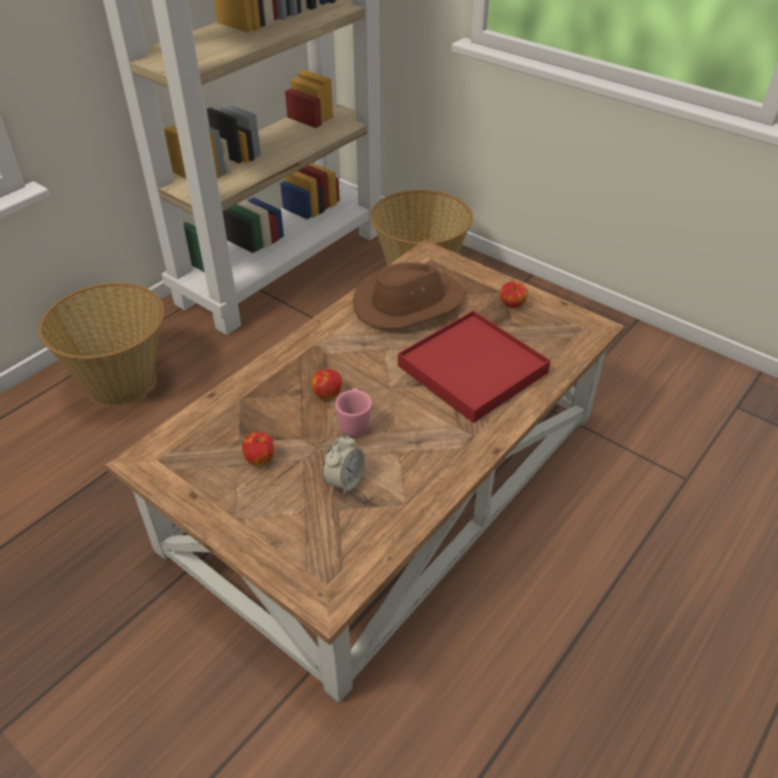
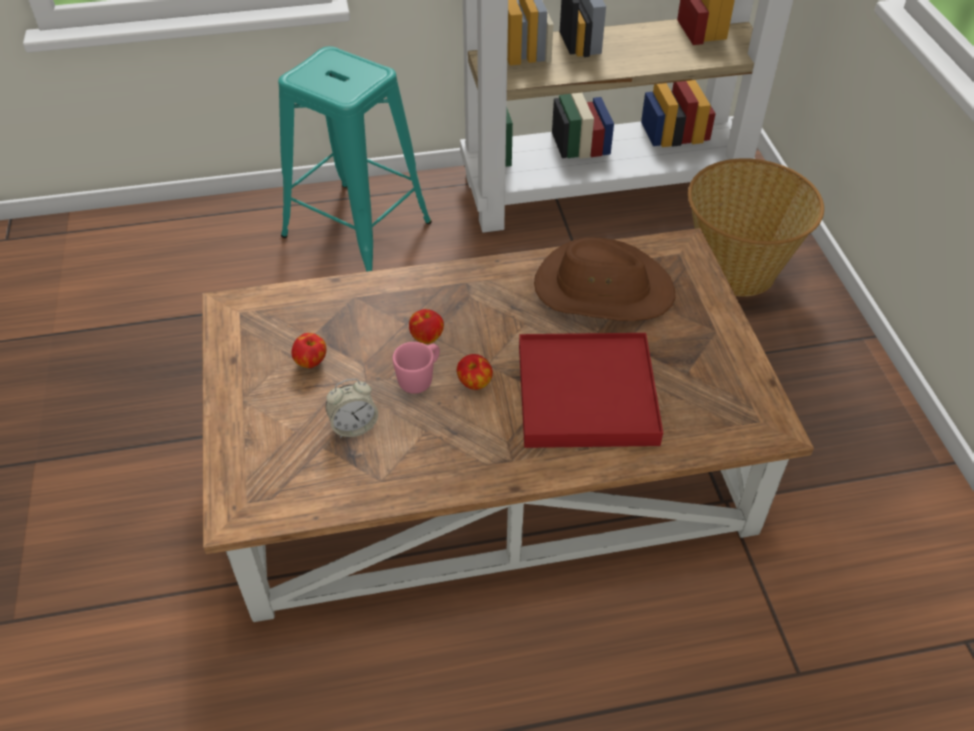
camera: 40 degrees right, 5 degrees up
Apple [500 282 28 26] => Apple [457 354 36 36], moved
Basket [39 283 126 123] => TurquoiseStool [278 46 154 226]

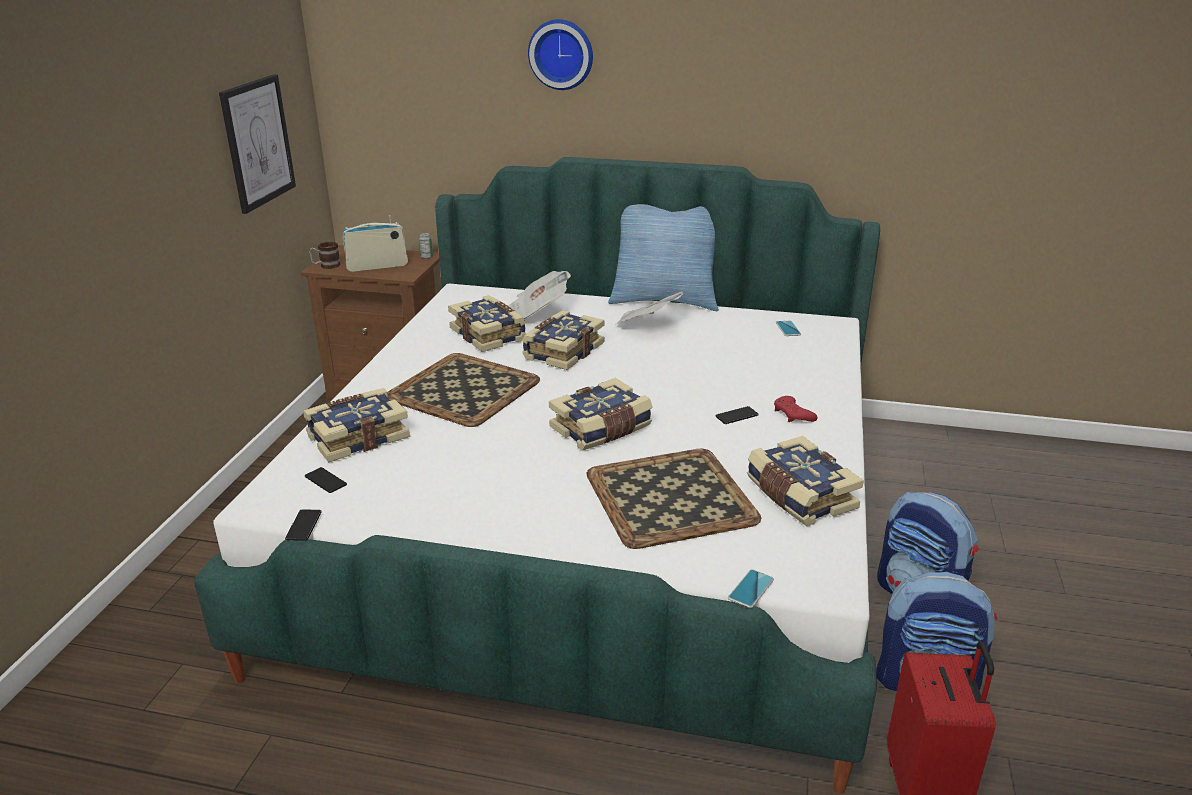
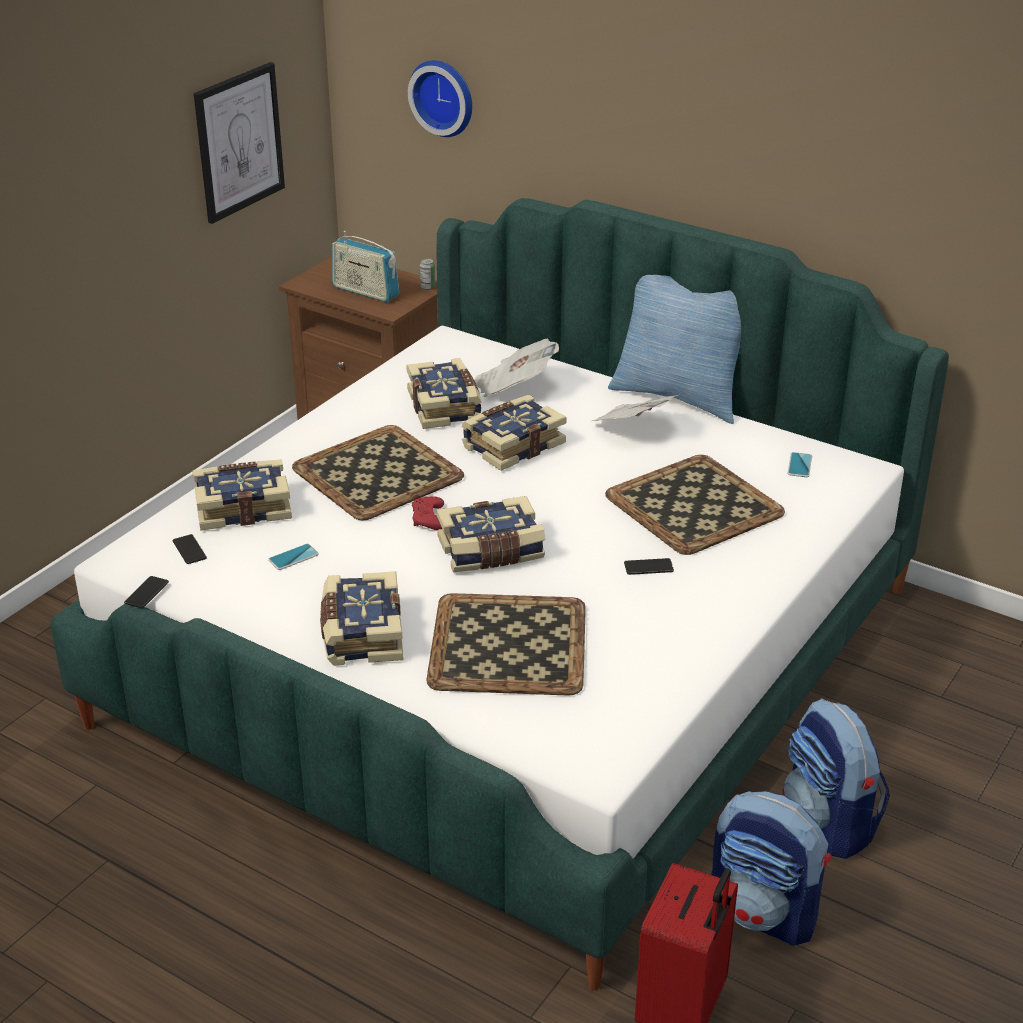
camera: 20 degrees right, 5 degrees up
Mug [309 242 32 27] => nothing
nothing => Tray [605 455 180 100]
WallClock [528 19 65 71] => WallClock [408 60 64 77], moved
Phone [728 569 46 39] => Phone [268 544 51 26], moved
Book [747 436 117 90] => Book [320 571 84 95], moved
RedGameController [774 396 44 26] => RedGameController [412 496 32 35], moved
Radio [343 215 65 57] => Radio [331 231 68 71], 150 degrees counterclockwise

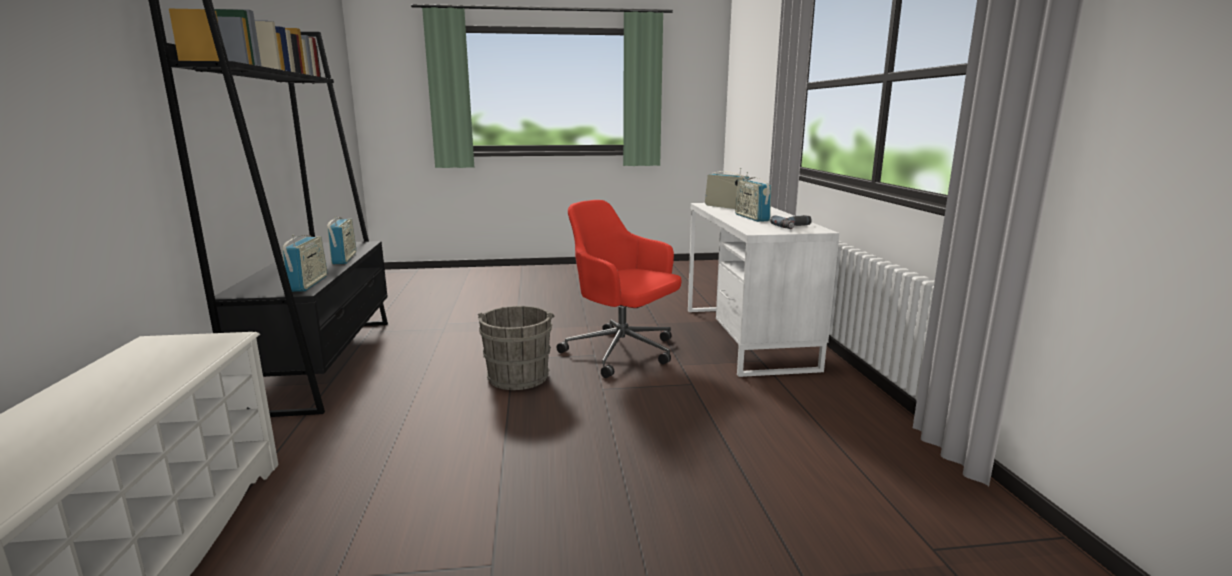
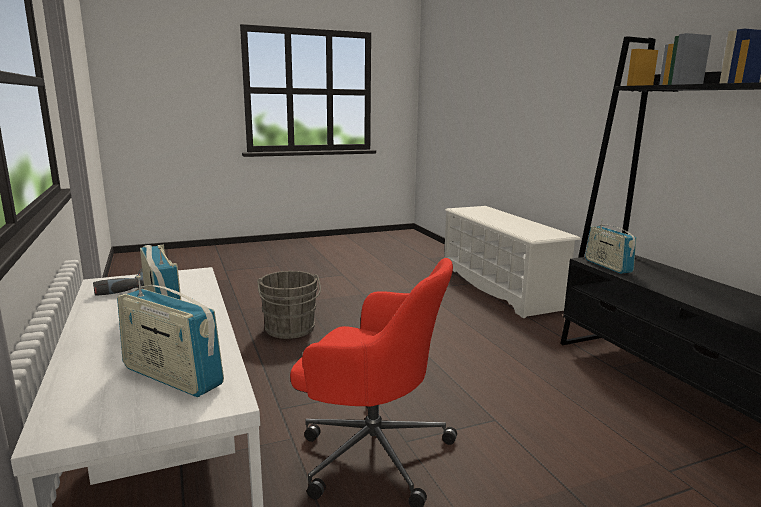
camera: 165 degrees right, 0 degrees up
Radio [327 216 29 48] => nothing
GreyBucket [478 306 76 84] => GreyBucket [257 271 64 68], moved

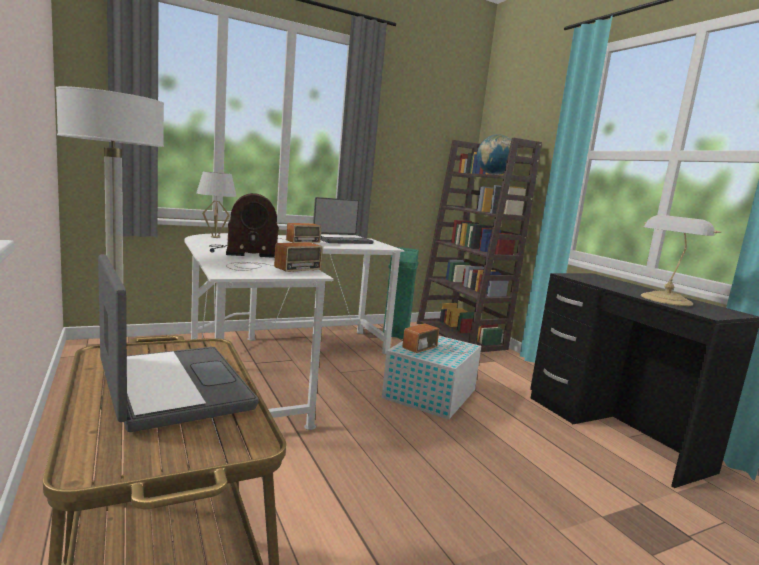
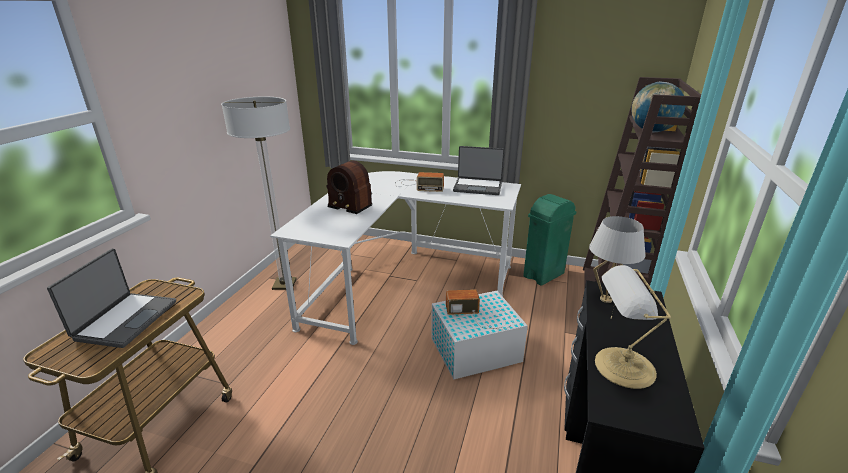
camera: 45 degrees right, 15 degrees up
Radio [226 242 97 30] => nothing
WhiteTableLamp [197 171 40 67] => WhiteTableLamp [589 216 56 87], moved

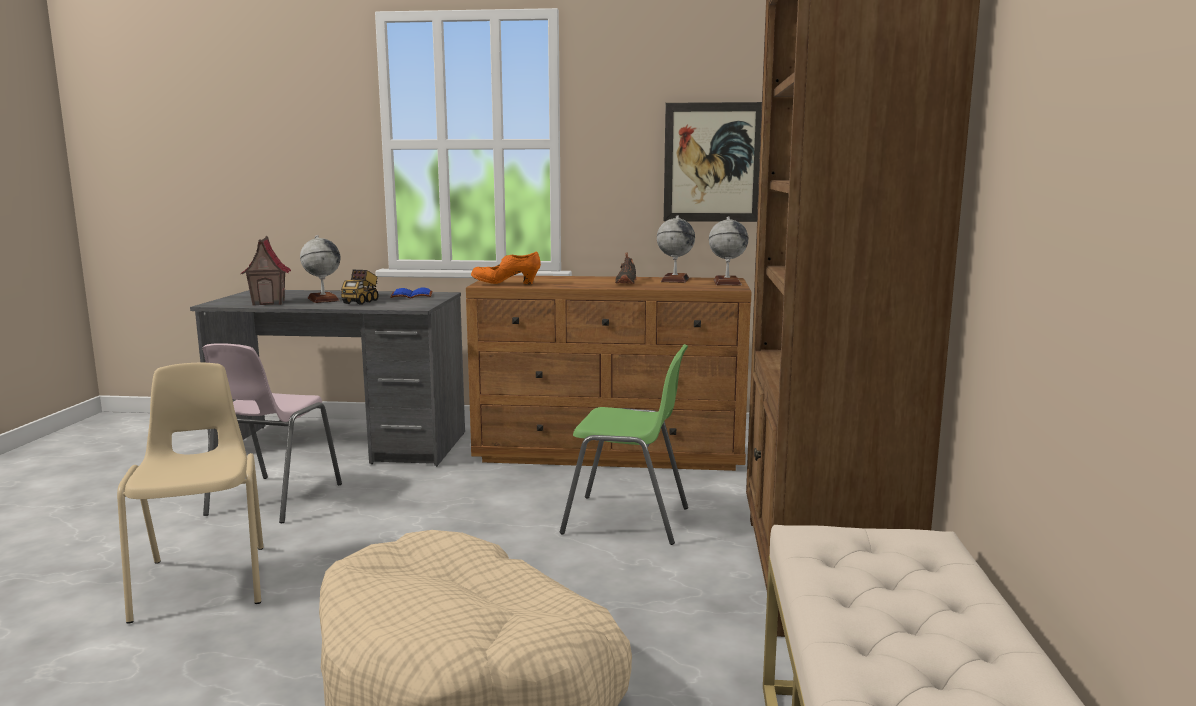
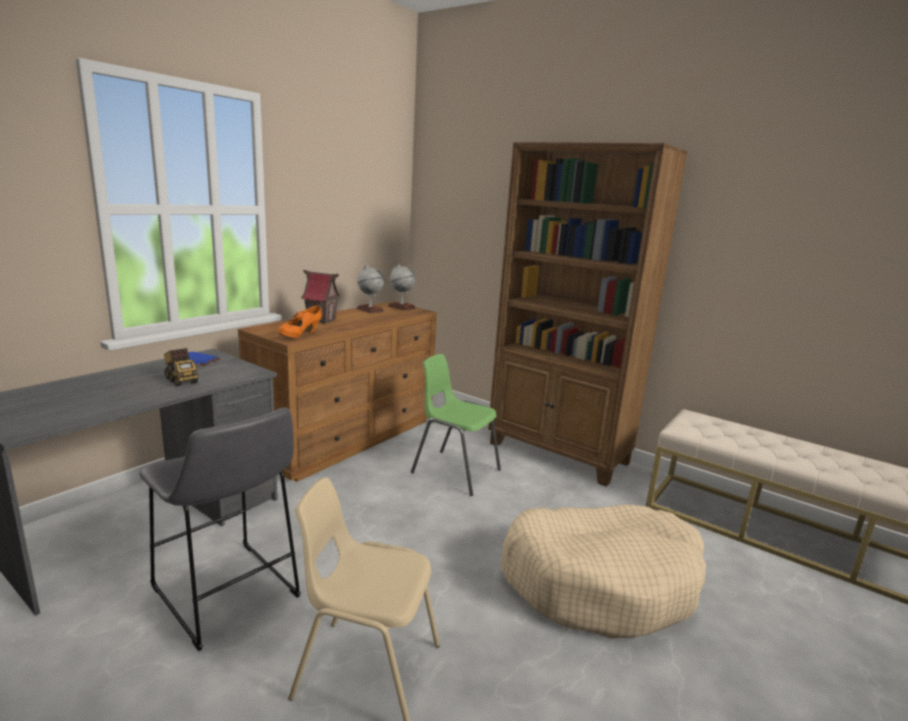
camera: 60 degrees left, 5 degrees up
Globe [300 235 41 68] => nothing
BlackShoe [615 252 21 32] => nothing
Picture [664 102 98 120] => nothing
ToyHouse [241 236 50 70] => ToyHouse [301 270 39 54], moved
PinkChair [202 343 140 180] => GreyStool [139 408 162 243]
GreenChair [560 344 128 201] => GreenChair [411 354 90 142], 105 degrees counterclockwise

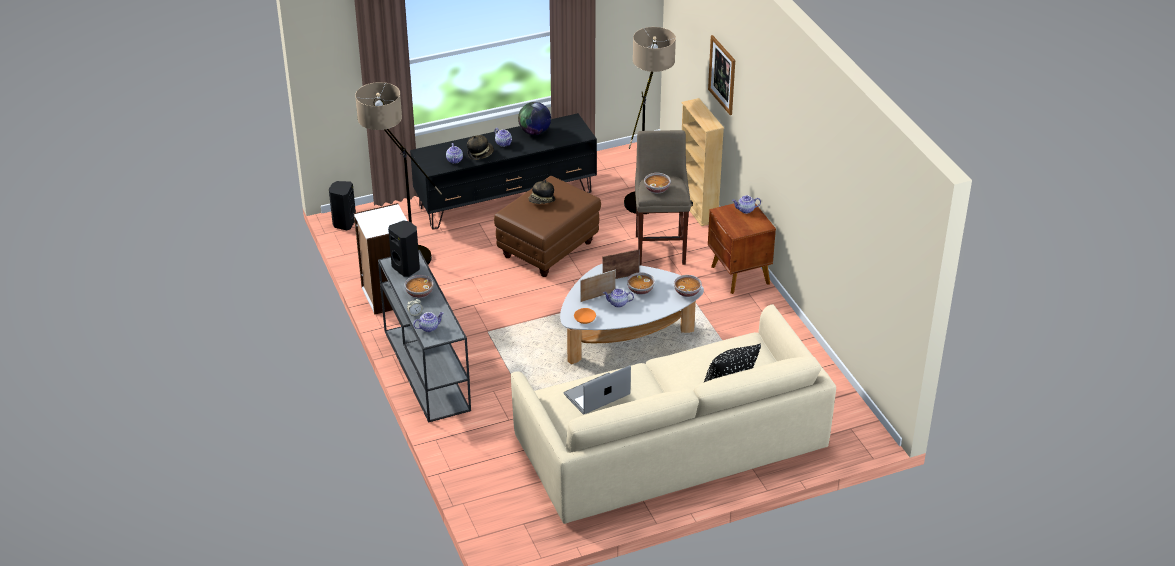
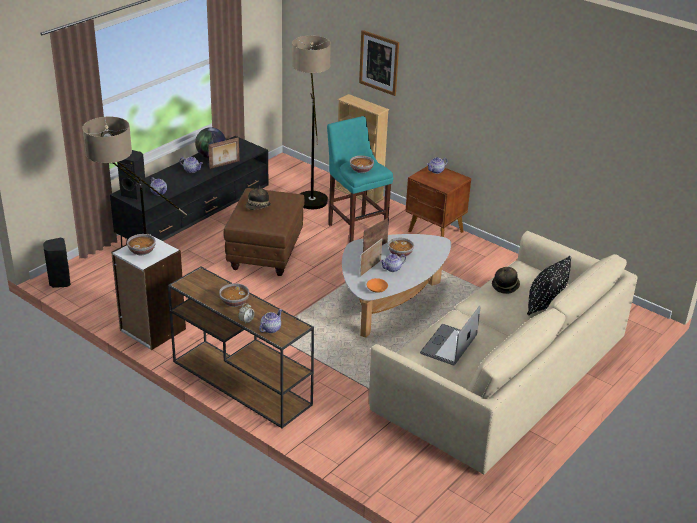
camera: 30 degrees left, 5 degrees down
nothing => PictureFrame [208 137 31 32]
BlackSpeaker [388 221 32 56] => BlackSpeaker [117 150 29 49], moved
Hat [467 135 27 25] => Hat [492 267 28 27], moved
Bowl [674 275 28 22] => Bowl [127 234 29 21], moved
GreyConsoleTable [378 250 93 173] => BrownConsoleTable [168 267 146 161]
BeigeStool [635 130 56 135] => TurquoiseStool [327 116 66 127]

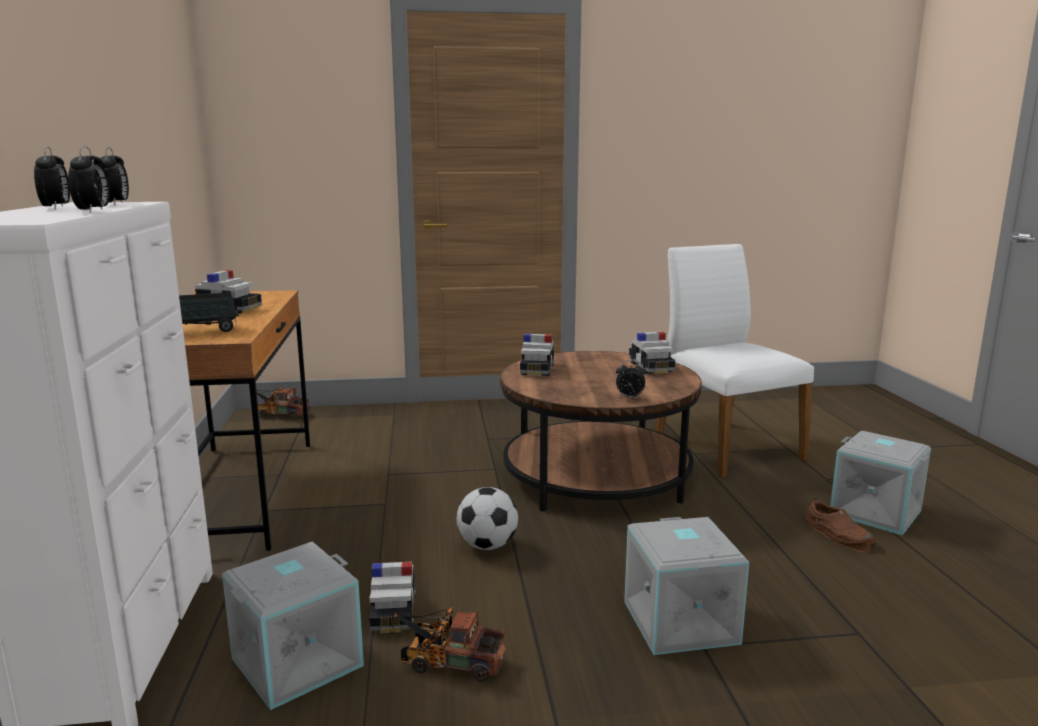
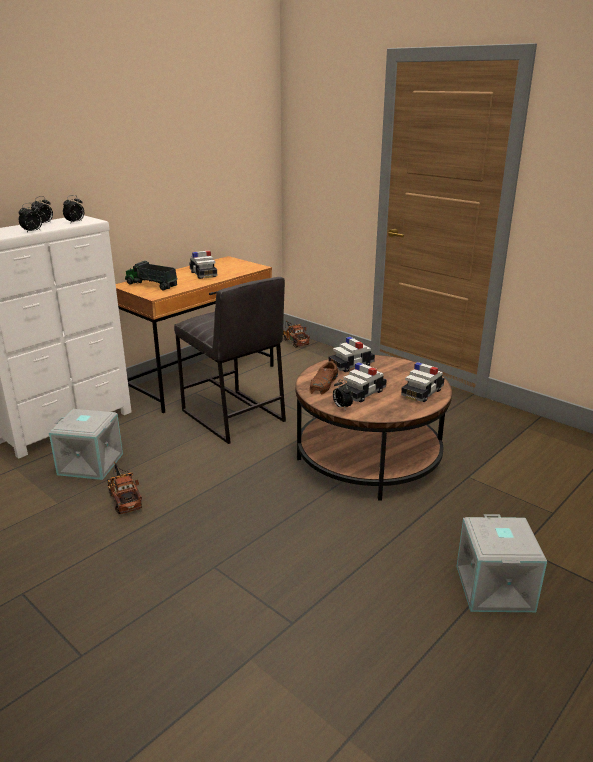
camera: 50 degrees right, 10 degrees up
Football [457 487 61 63] => nothing
GreyStorageBox [624 517 125 138] => nothing
WhiteChair [655 244 159 234] => nothing
nothing => GreyStool [174 277 112 167]
ToyCar [369 562 46 71] => ToyCar [343 362 44 41], moved
BrownShoe [805 497 70 56] => BrownShoe [309 359 29 35], moved

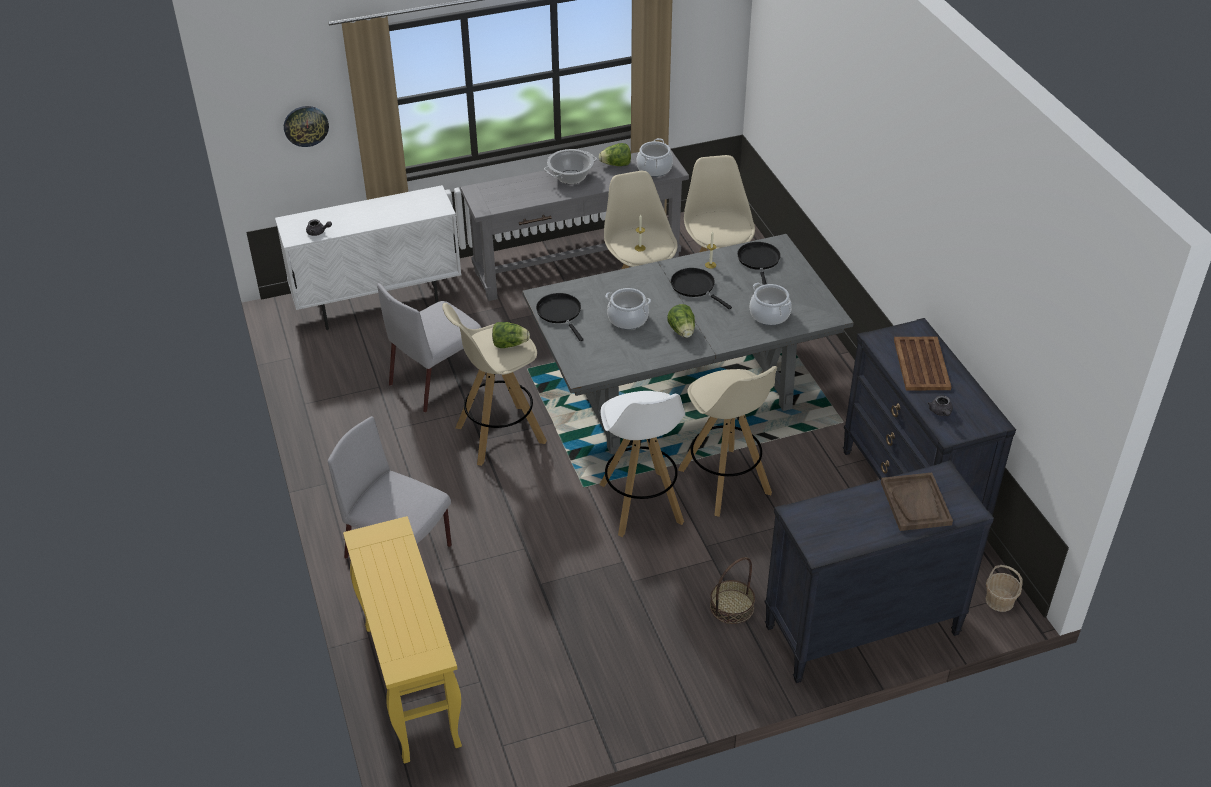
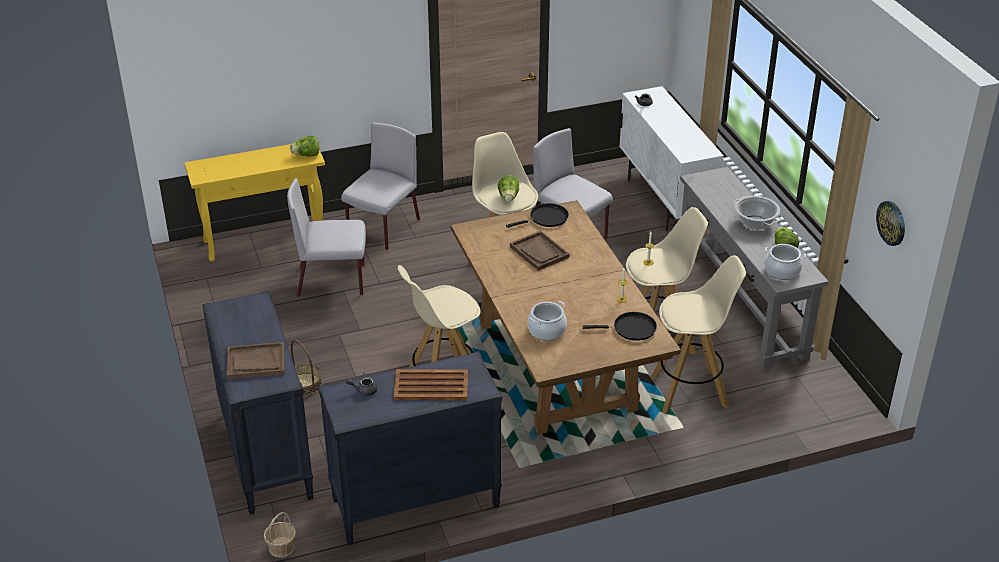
camera: 90 degrees right, 5 degrees down
WhiteStool [599 391 86 146] => nothing
BlackFryingPan [671 268 61 41] => nothing
nothing => GreyChair [287 178 79 119]
WallClock [284 106 45 41] => WallClock [876 201 29 45], moved
Lettuce [667 304 28 34] => Lettuce [290 136 29 21], moved
CookingPot [605 288 46 42] => BrownTray [510 231 59 40]
GreyDiningTable [522 234 332 220] => BrownDiningTable [451 200 230 234]

